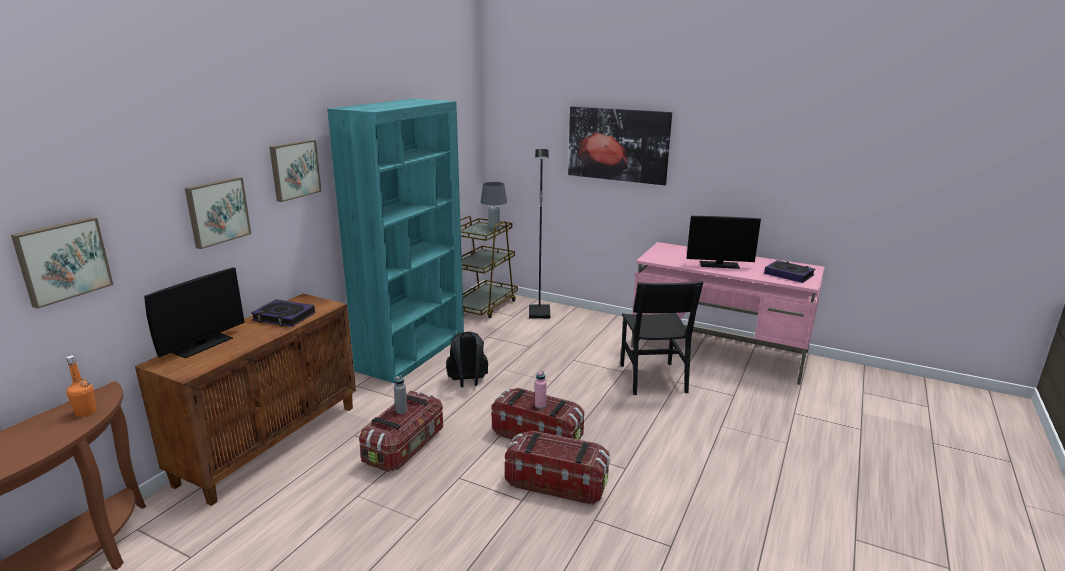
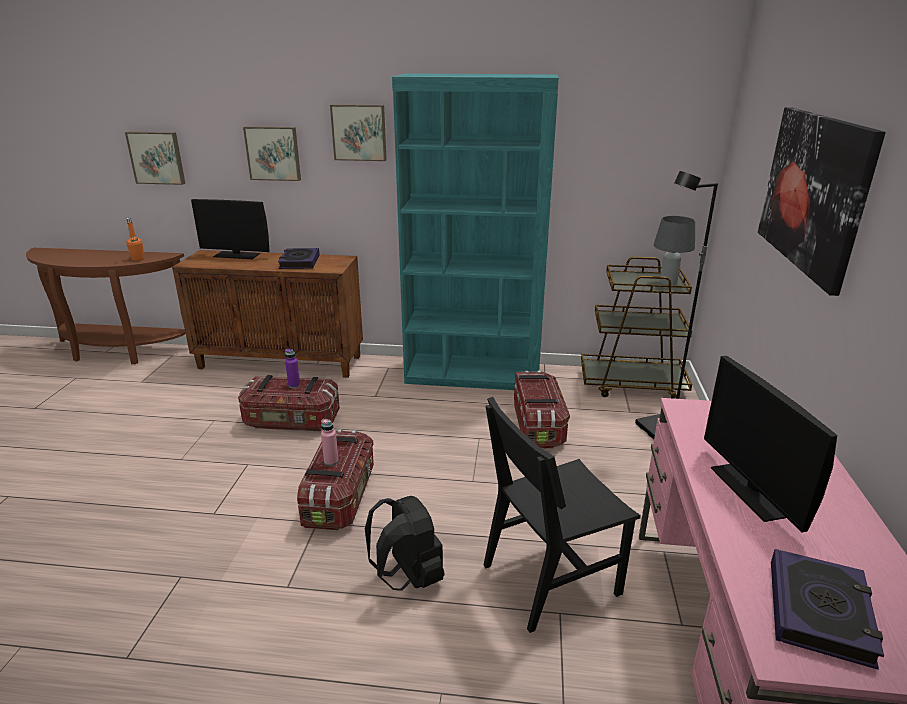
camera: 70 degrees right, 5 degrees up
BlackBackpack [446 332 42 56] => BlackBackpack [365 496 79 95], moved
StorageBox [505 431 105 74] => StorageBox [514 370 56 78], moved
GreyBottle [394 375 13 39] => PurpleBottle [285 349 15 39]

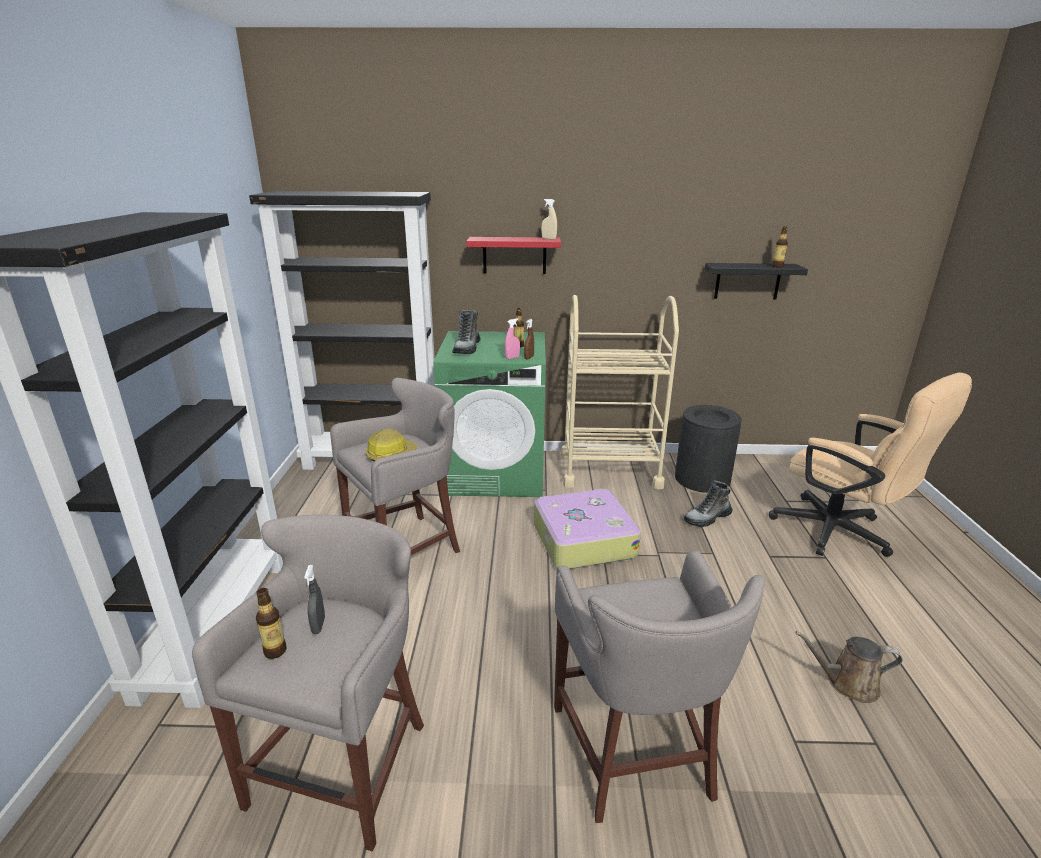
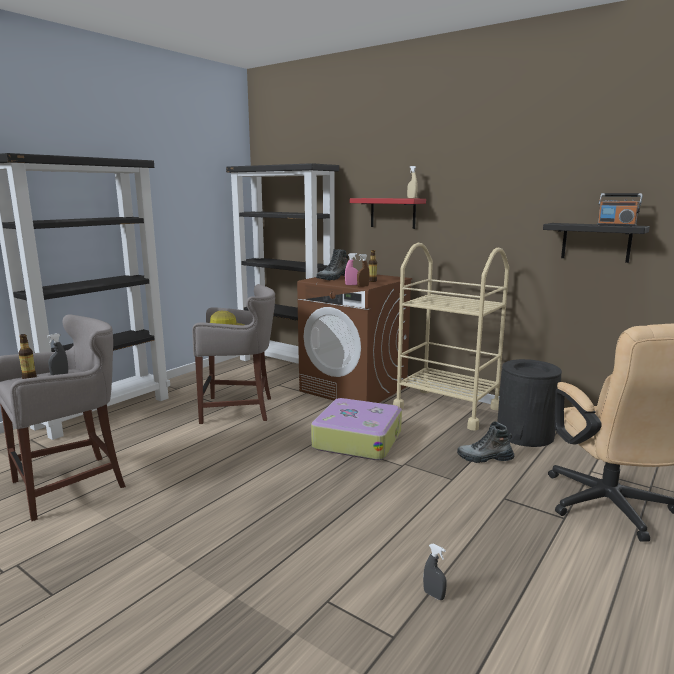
camera: 35 degrees right, 10 degrees down
GreyStool [554 550 211 273] => nothing
Bottle [772 226 16 42] => Radio [597 193 45 33]
BrownWateringCan [795 631 108 72] => GreySprayBottle [423 544 24 56]
GreenWashingMachine [433 331 113 166] => BrownWashingMachine [297 275 115 128]

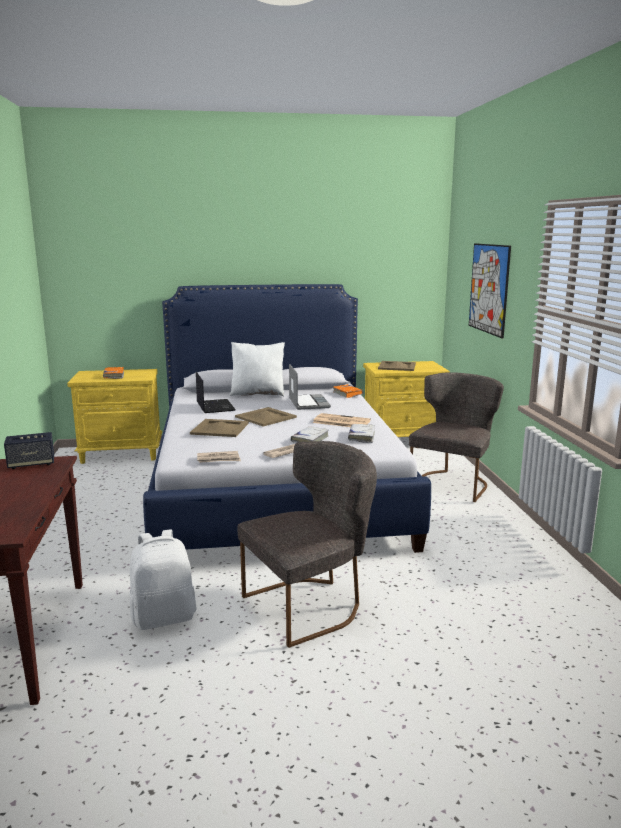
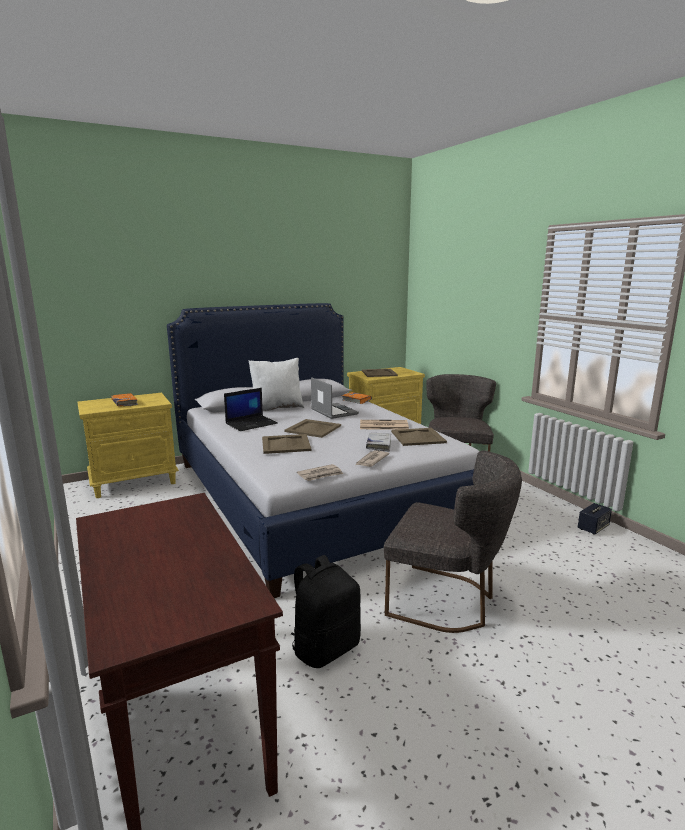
camera: 20 degrees left, 0 degrees up
Picture [469 243 42 96] => nothing
Speaker [4 432 50 37] => Speaker [578 503 34 32], moved
WhiteBook [348 424 27 19] => BeigeTray [391 428 56 18]
WhiteBackpack [130 530 67 100] => BlackBackpack [291 555 70 113]
Laptop [196 372 40 41] => Laptop [224 388 54 43], 90 degrees clockwise
GreyChair [238 441 139 207] => GreyChair [384 450 138 183], 75 degrees clockwise

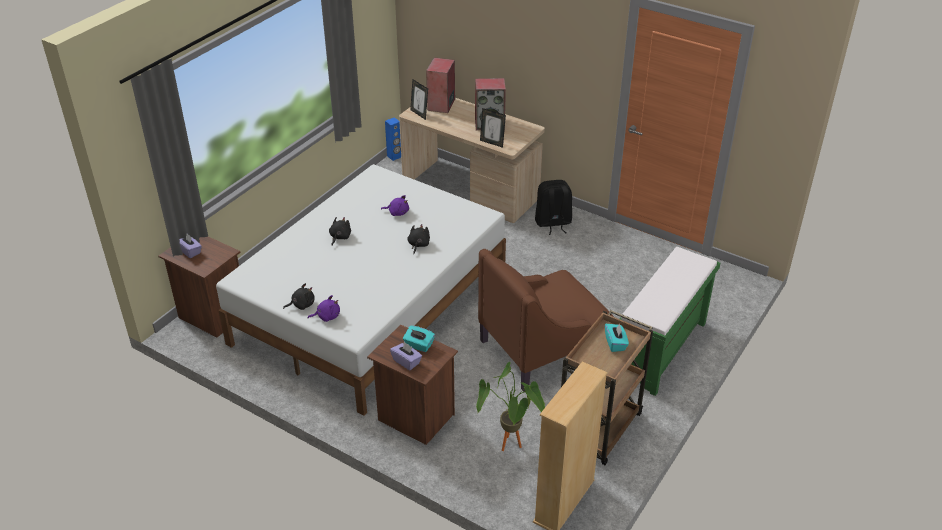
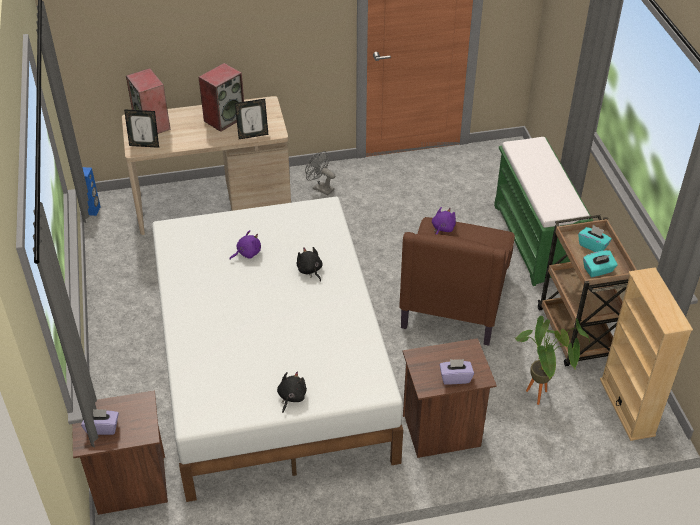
camera: 45 degrees left, 5 degrees up
BlackPlushToy [329 217 22 28] => nothing
PurplePlushToy [308 295 32 27] => PurplePlushToy [432 207 24 27], moved
TurquoiseTissueBox [403 326 32 26] => TurquoiseTissueBox [583 250 34 27], moved
BlackBackpack [535 180 37 55] => GreyFan [305 151 30 45]

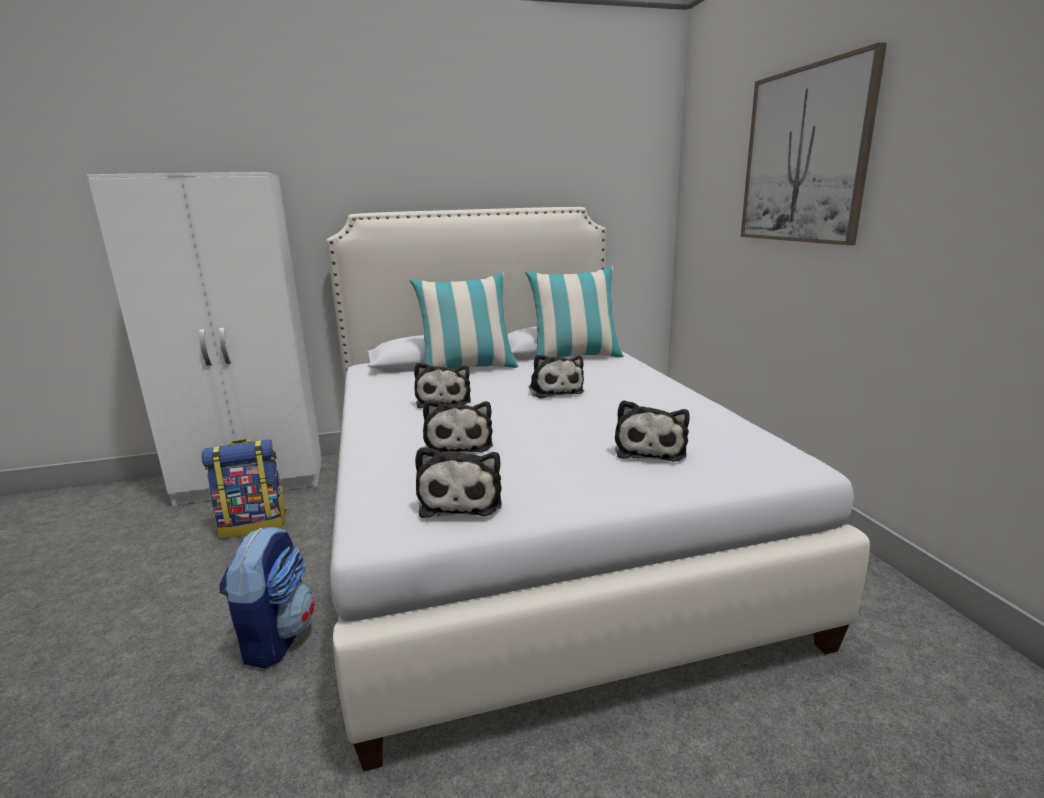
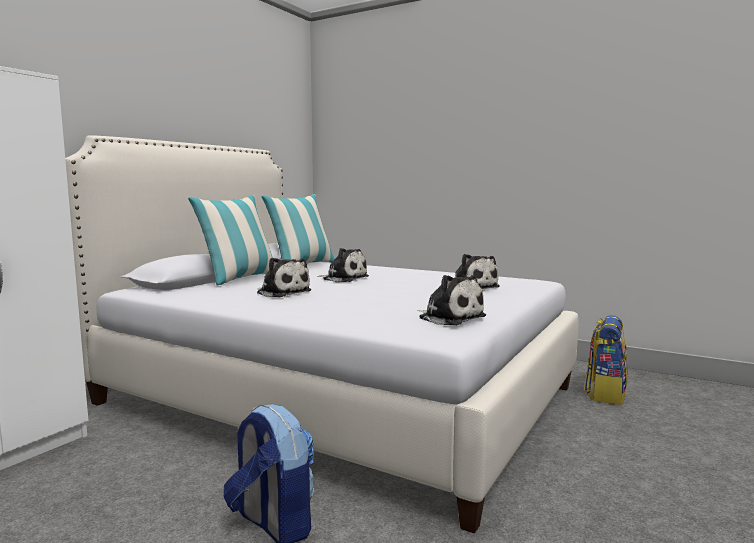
camera: 45 degrees left, 10 degrees down
PlushToy [423 400 70 53] => nothing
Picture [741 42 146 203] => nothing
Backpack [201 439 86 100] => Backpack [584 315 44 90], moved

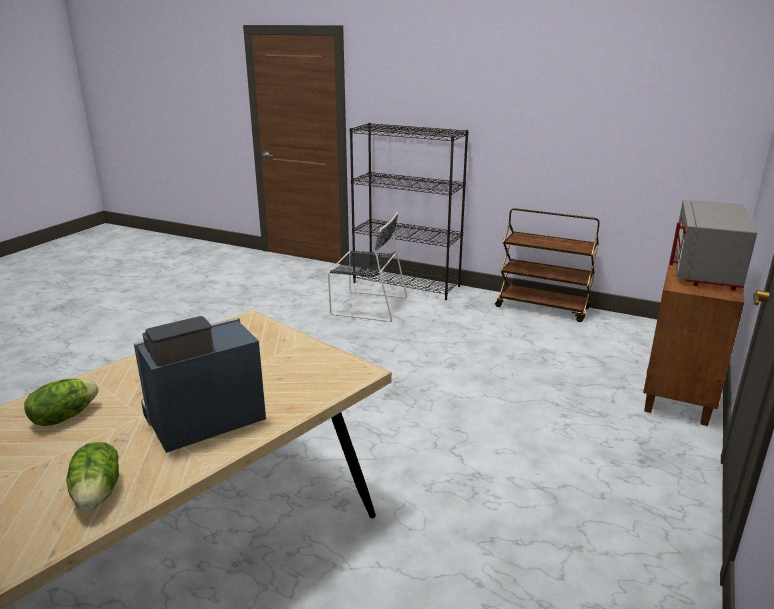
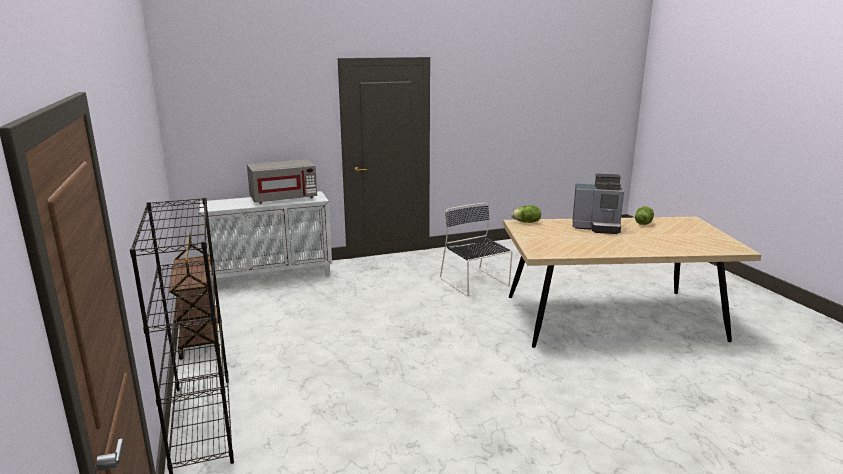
camera: 135 degrees left, 5 degrees down
Lettuce [24 378 75 48] => Lettuce [511 205 30 18], moved
BlackChair [328 212 79 110] => BlackChair [440 203 73 93], moved
BrownCabinet [643 256 101 170] => WhiteCabinet [199 191 133 90]

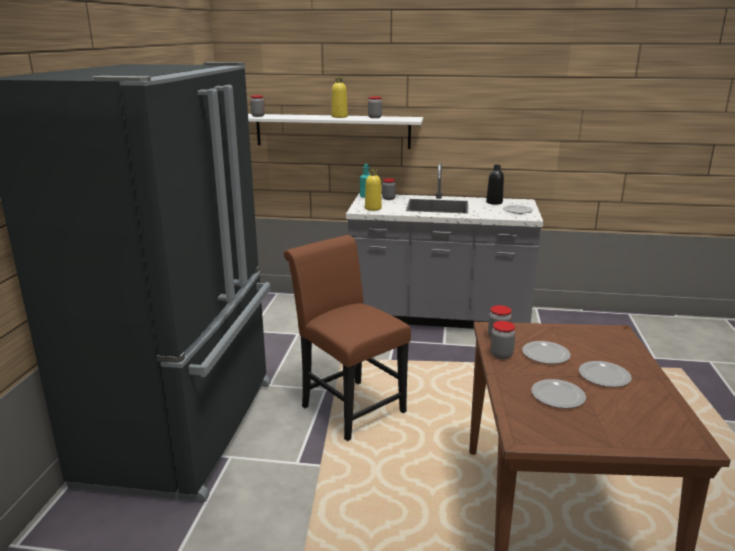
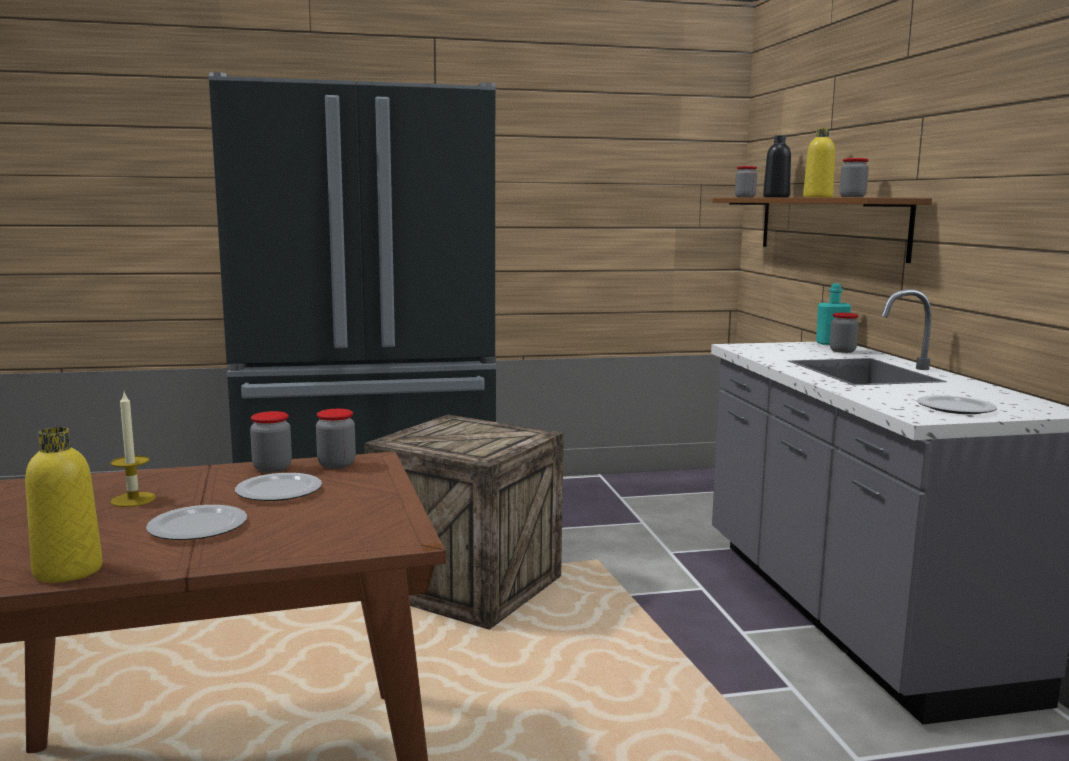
camera: 70 degrees right, 10 degrees down
YellowBottle [365 169 17 42] => YellowBottle [25 427 78 156], moved
BlackBottle [486 165 18 40] => BlackBottle [763 135 28 63], moved
BrownChair [284 235 127 206] => Crate [364 415 200 215]
Plate [531 379 55 29] => Candle [110 392 46 115]
WhiteShelf [248 114 175 35] => BrownShelf [713 197 219 66]

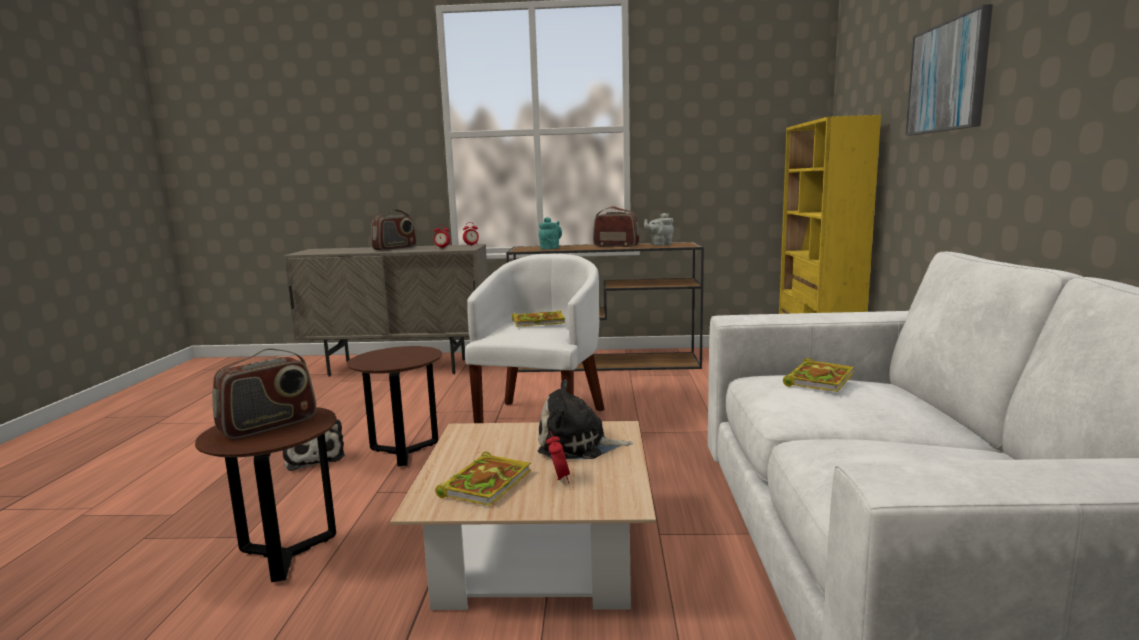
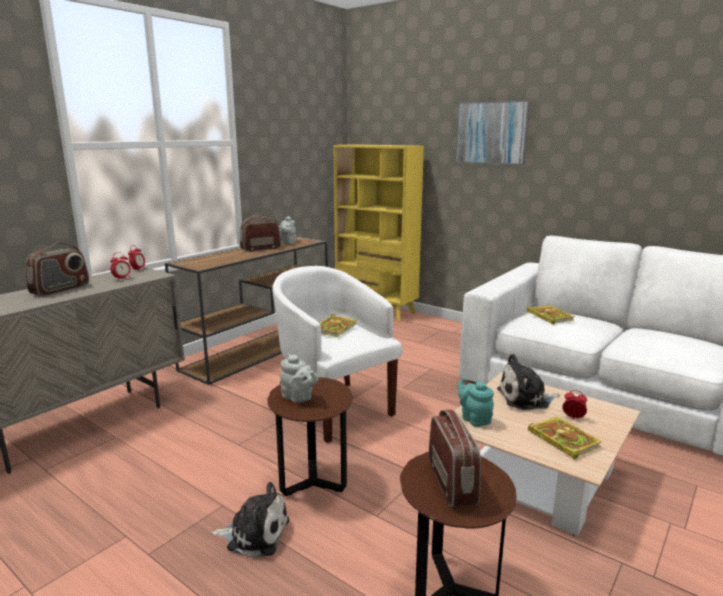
camera: 55 degrees left, 5 degrees up
nothing => GreyTeapot [280 353 39 50]
TurquoiseTeapot [539 217 23 32] => TurquoiseTeapot [458 377 36 50], moved
Radio [371 209 46 42] => Radio [25 242 64 54], 45 degrees clockwise
PlushToy [538 380 95 79] => PlushToy [497 354 63 56], 45 degrees clockwise

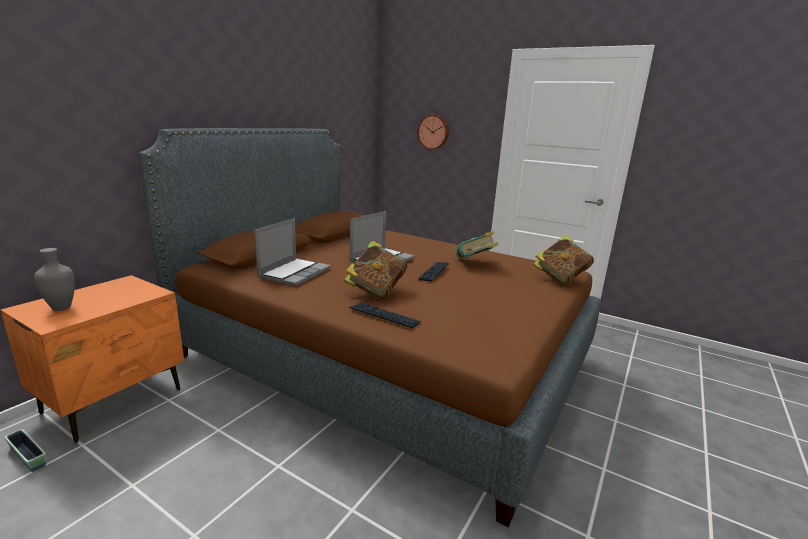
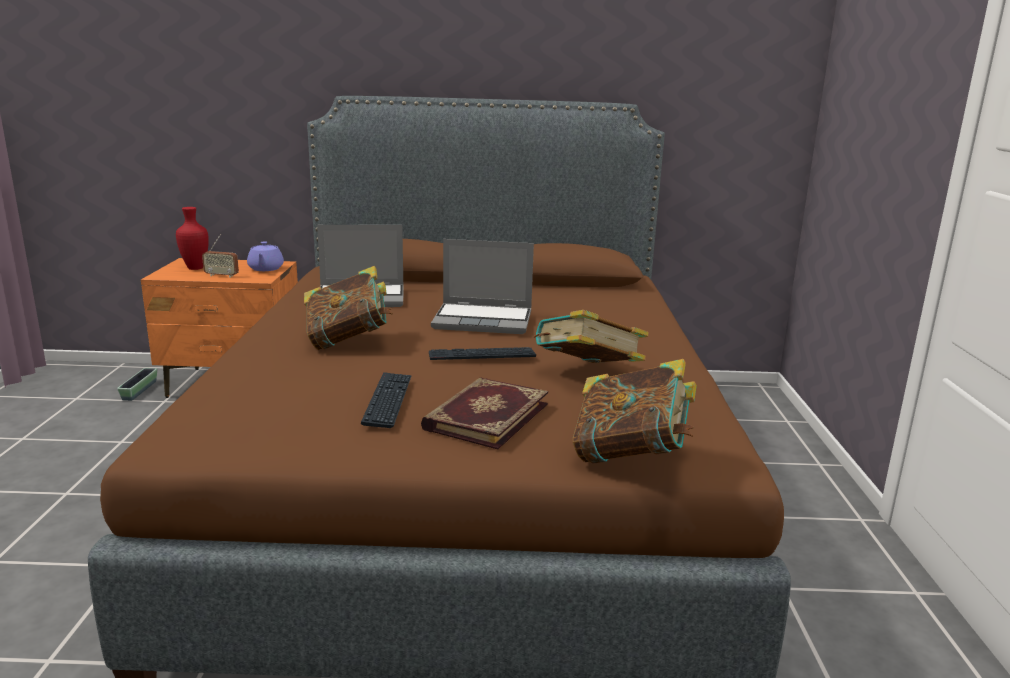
camera: 60 degrees right, 0 degrees up
WallClock [417 115 32 35] => nothing
nothing => Radio [202 234 37 44]
nothing => PurpleTeapot [247 241 37 30]
nothing => Book [421 377 127 72]
Keyboard [350 302 71 26] => Keyboard [361 372 51 56], moved
GreyVase [34 248 41 63] => RedVase [176 207 33 63]

